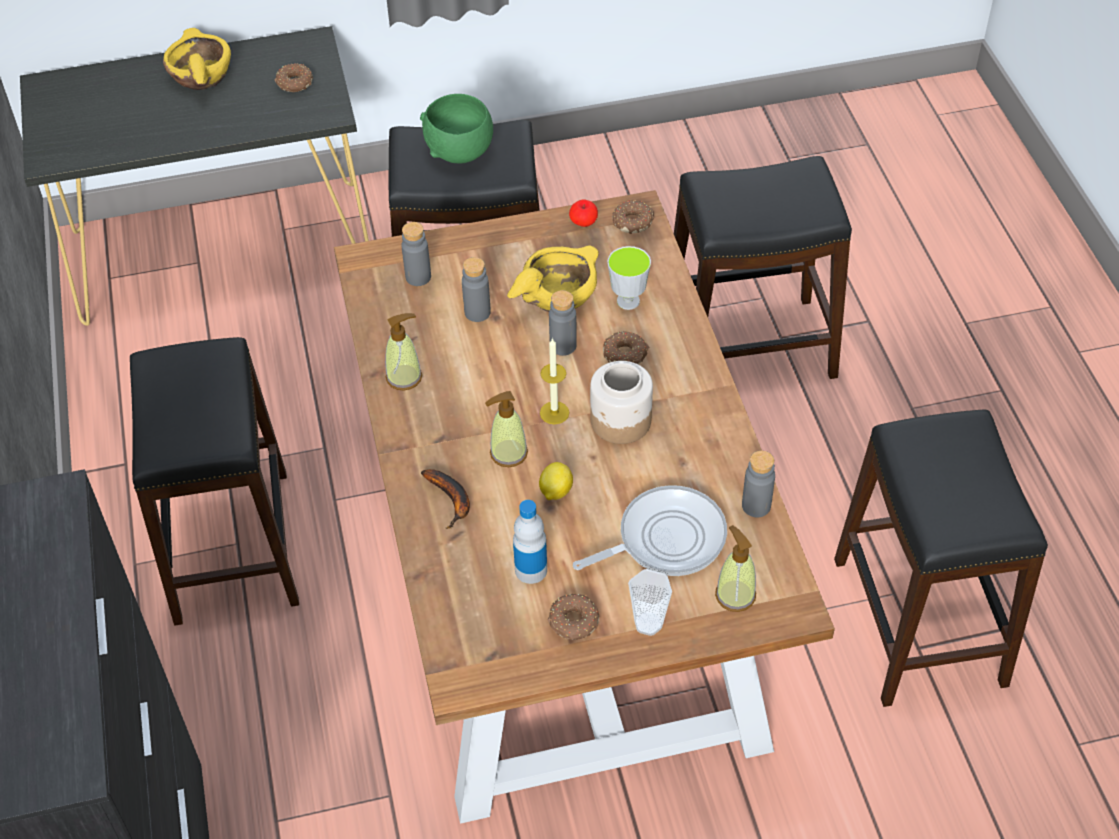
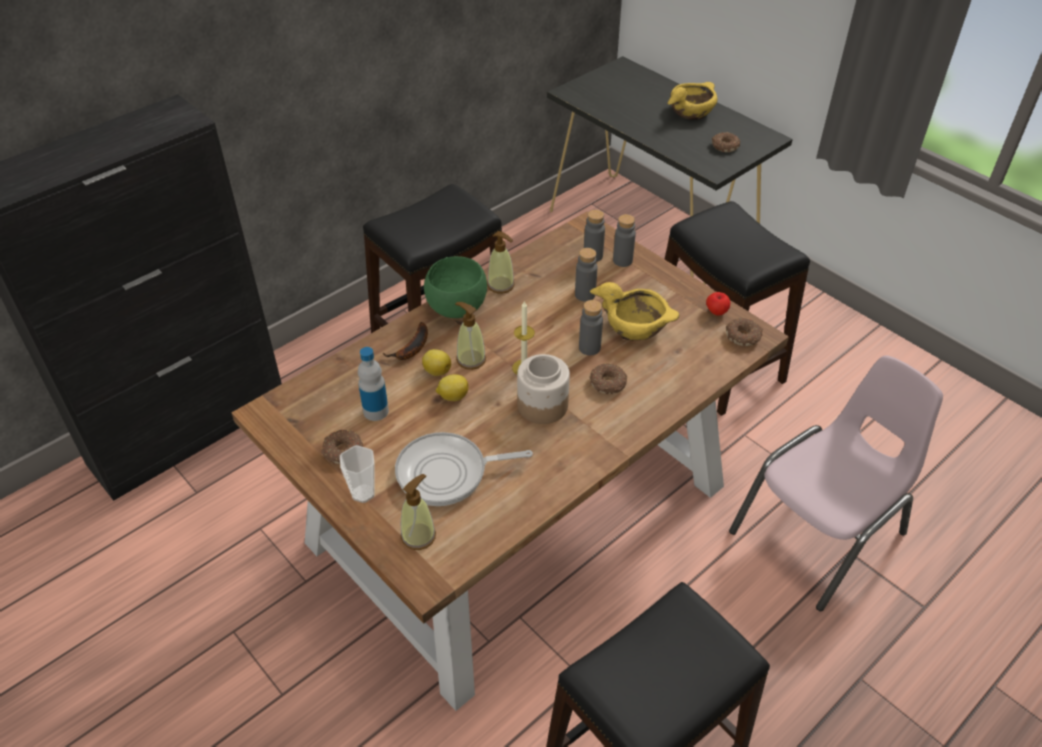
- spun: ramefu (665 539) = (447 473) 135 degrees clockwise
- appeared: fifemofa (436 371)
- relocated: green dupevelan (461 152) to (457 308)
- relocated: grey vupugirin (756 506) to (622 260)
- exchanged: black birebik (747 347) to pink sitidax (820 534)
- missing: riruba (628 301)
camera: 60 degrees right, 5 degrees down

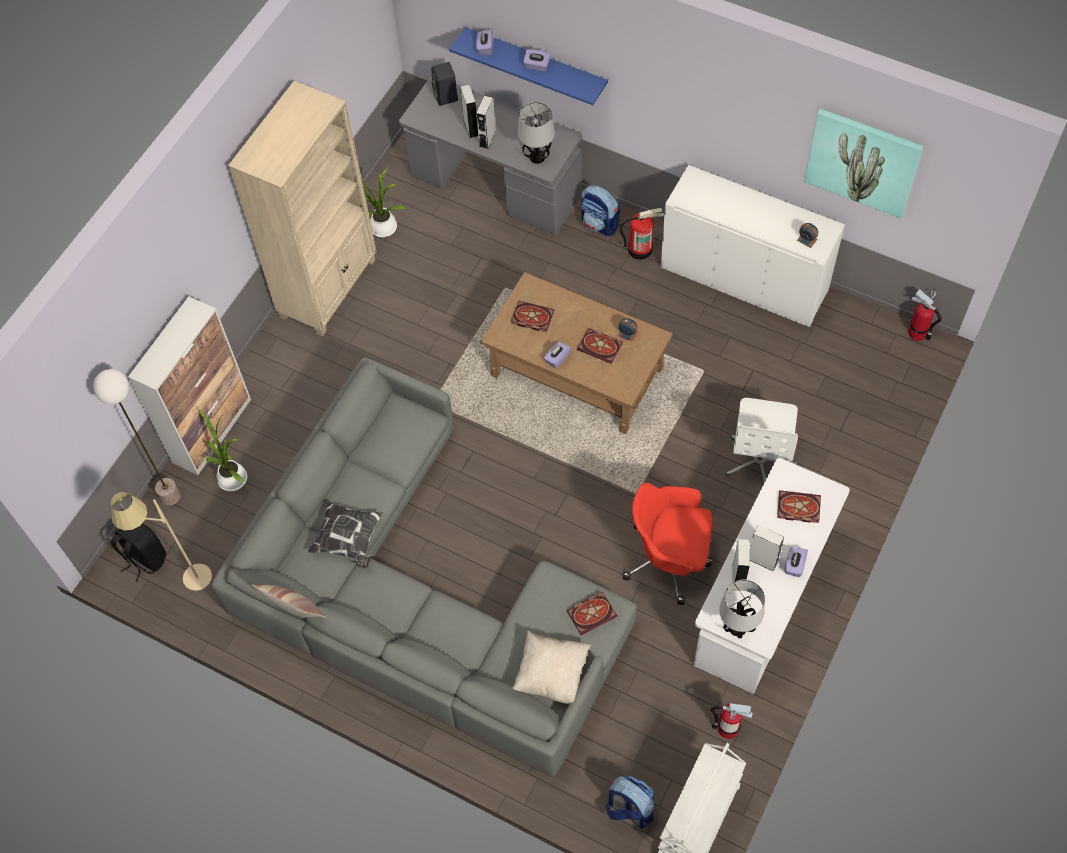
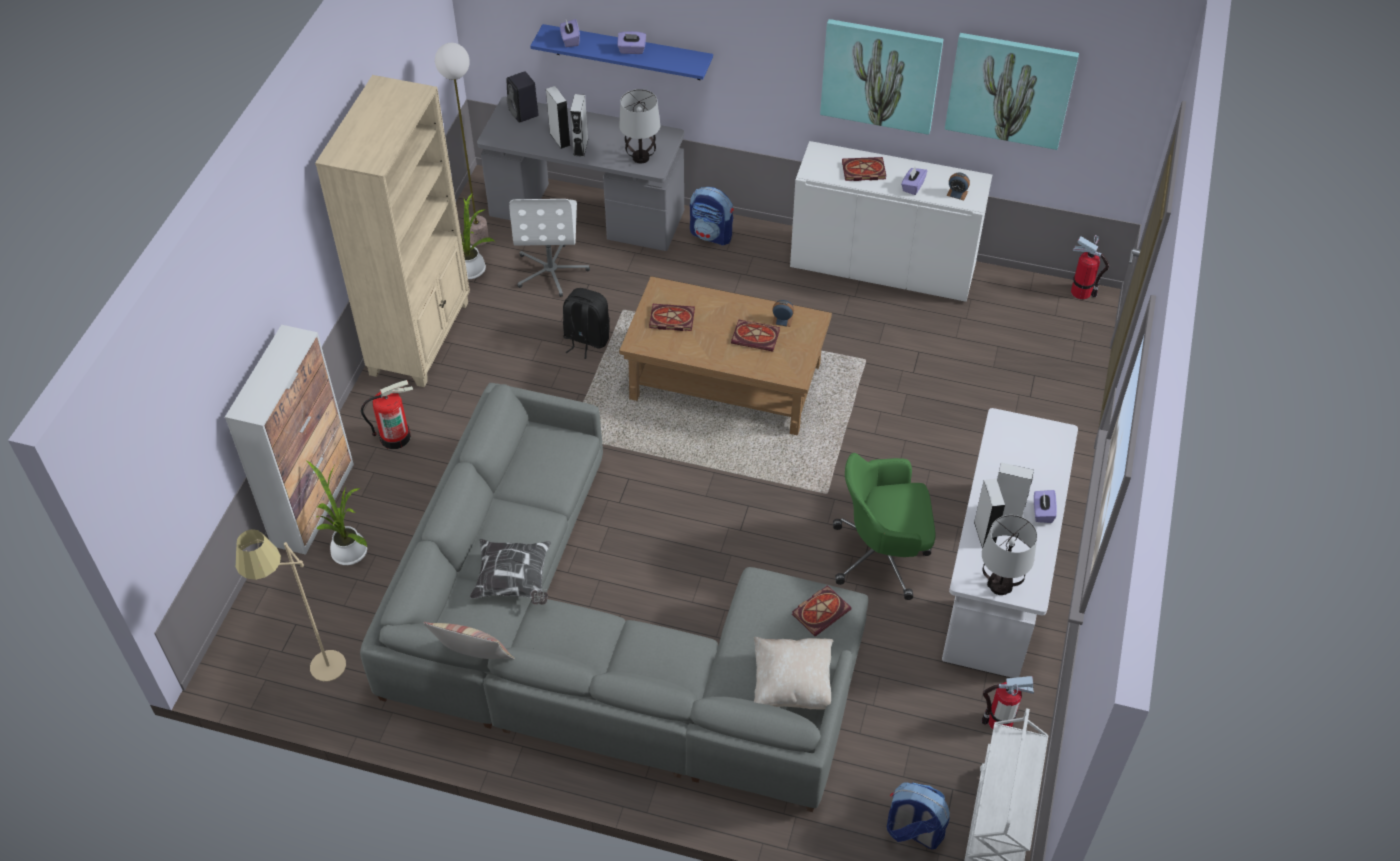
- relocated: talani (640 249) to (395 436)
- relocated: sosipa (170 496) to (478 238)
- relocated: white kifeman (760 460) to (551 270)
- relocated: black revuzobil (144 558) to (586 339)
- appeared: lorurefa (880 75)
- colour: red kifeman (669 559) to green kifeman (882 555)
- relocated: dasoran (797 508) to (862 171)
- relocated: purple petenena (557 359) to (912 186)
camera: 15 degrees left, 10 degrees down

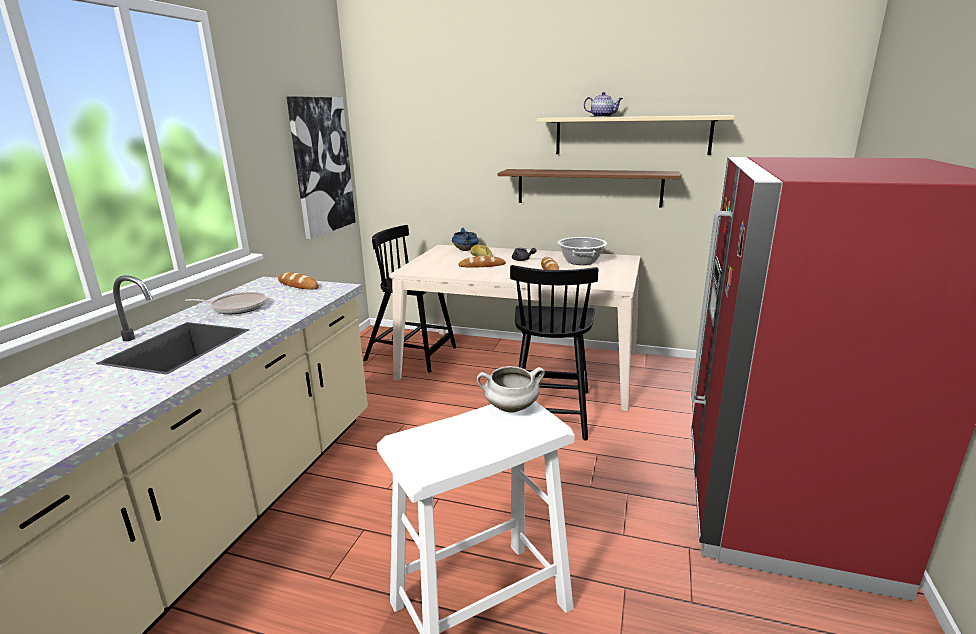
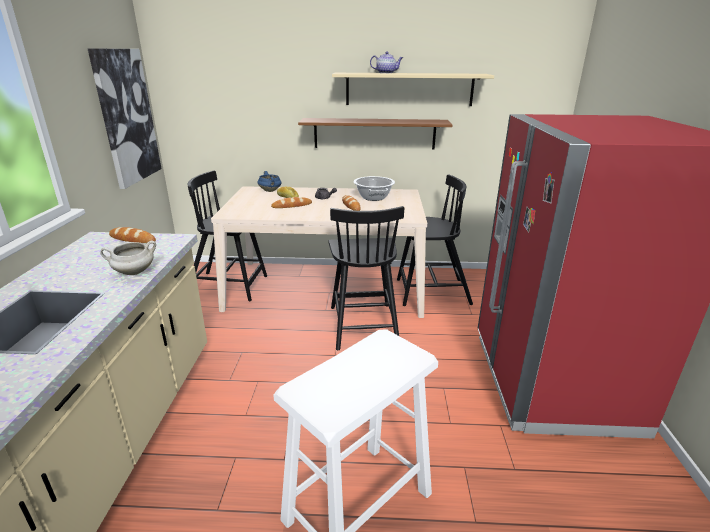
- relocated: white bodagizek (510 408) to (134 272)
- appeared: black sitidax (431 292)
- missing: ramefu (236 307)
camera: 15 degrees left, 5 degrees up

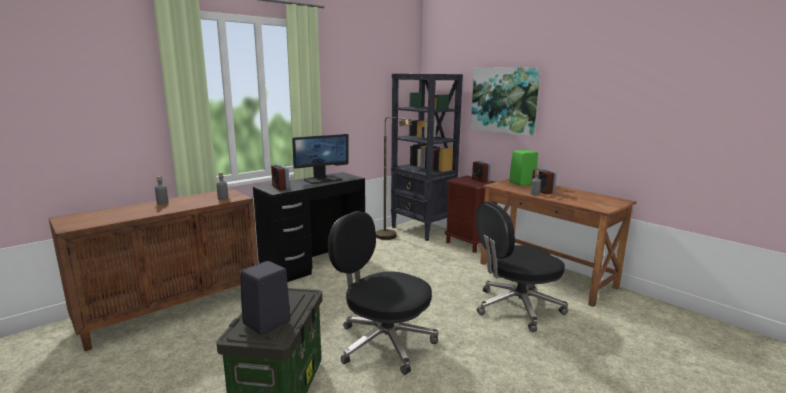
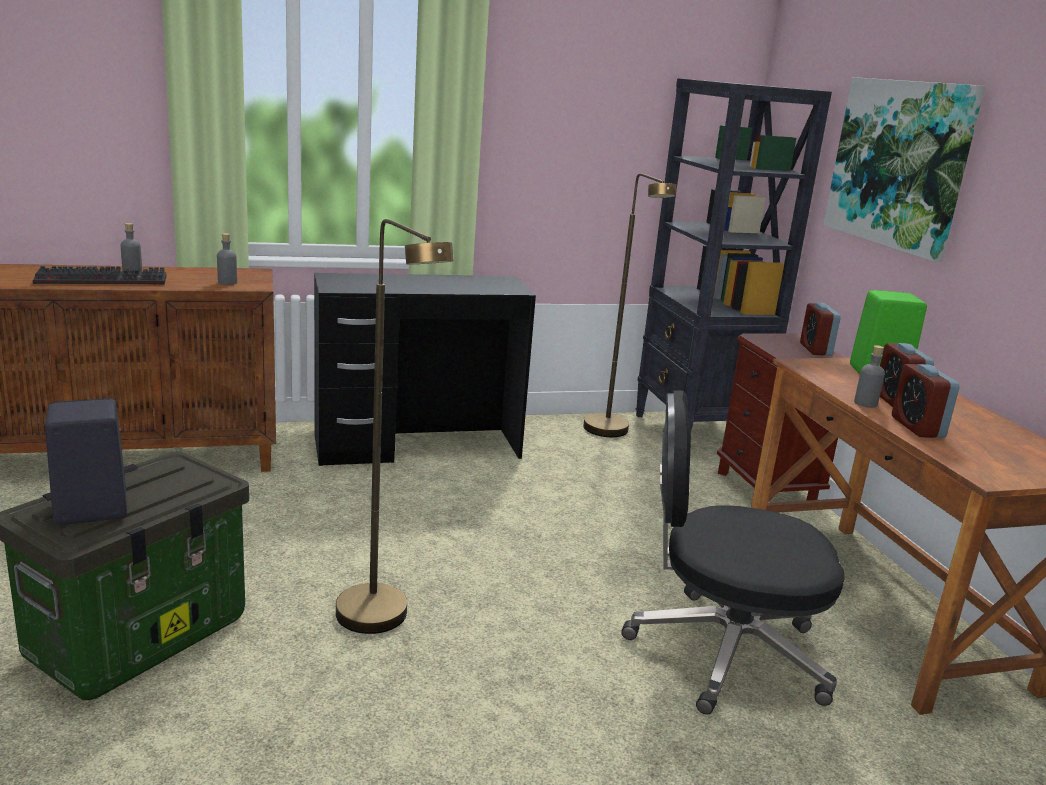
- appeared: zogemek (104 279)
- exchanged: black kifeman (383 342) to brown sosipa (382 623)
- relocated: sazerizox (281 187) to (917 427)
- missing: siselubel (322 179)
camera: 25 degrees right, 5 degrees up

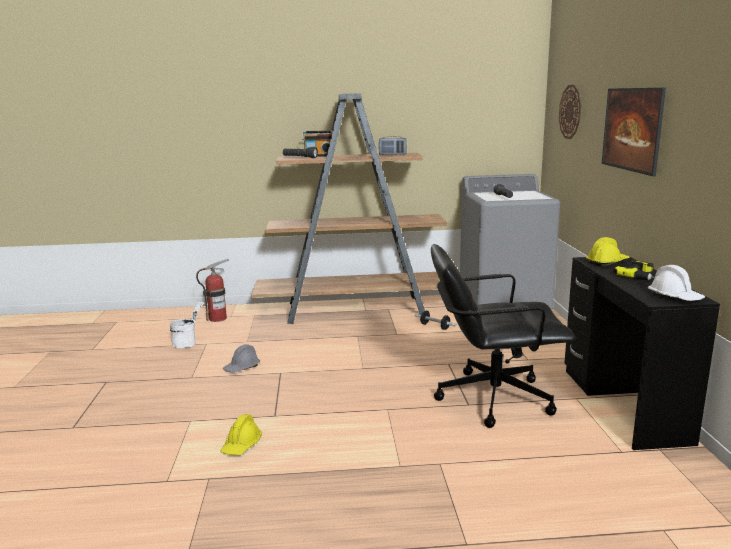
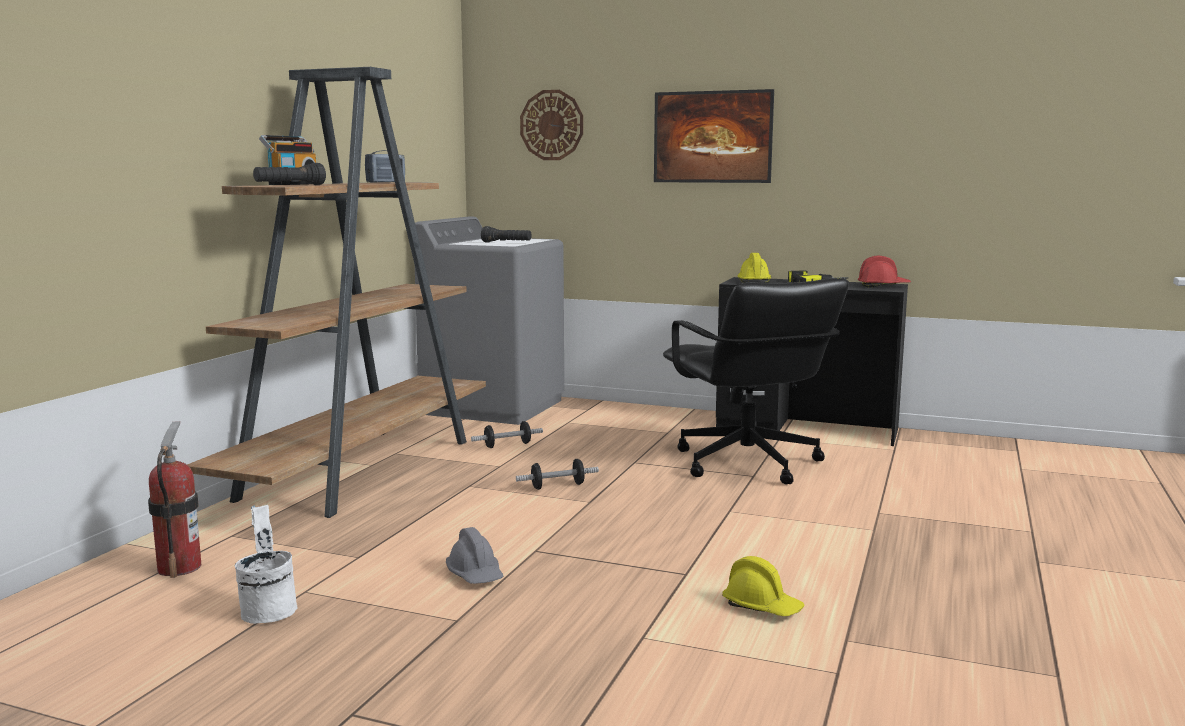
- appeared: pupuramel (557 486)
- spun: black kifeman (492 397) = (746 464) 45 degrees counterclockwise
- colour: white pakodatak (675 297) to red pakodatak (883 286)
camera: 65 degrees left, 5 degrees down

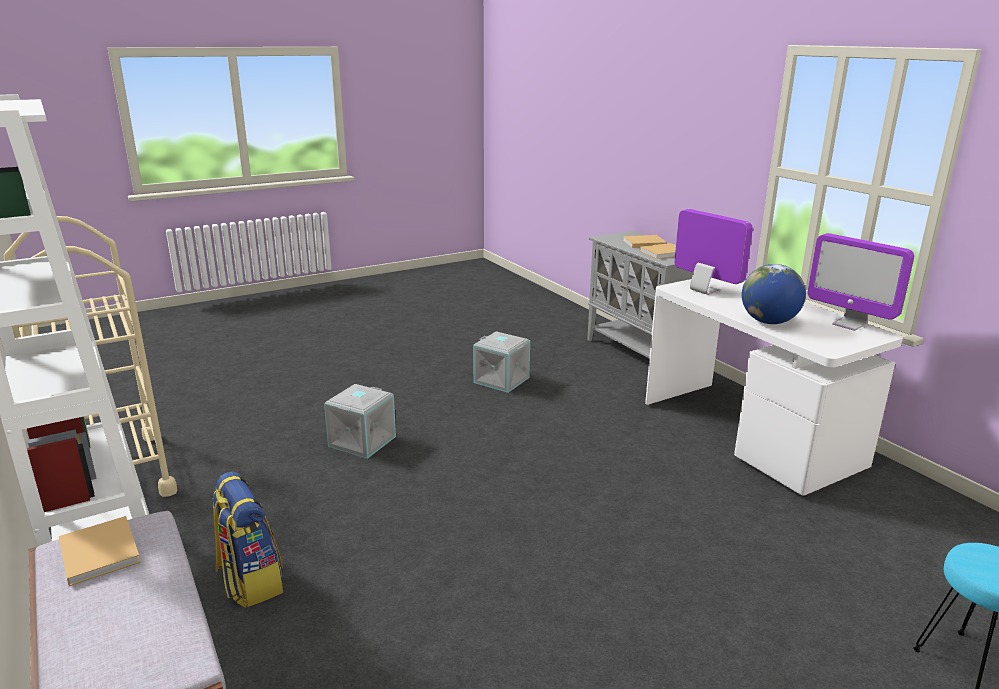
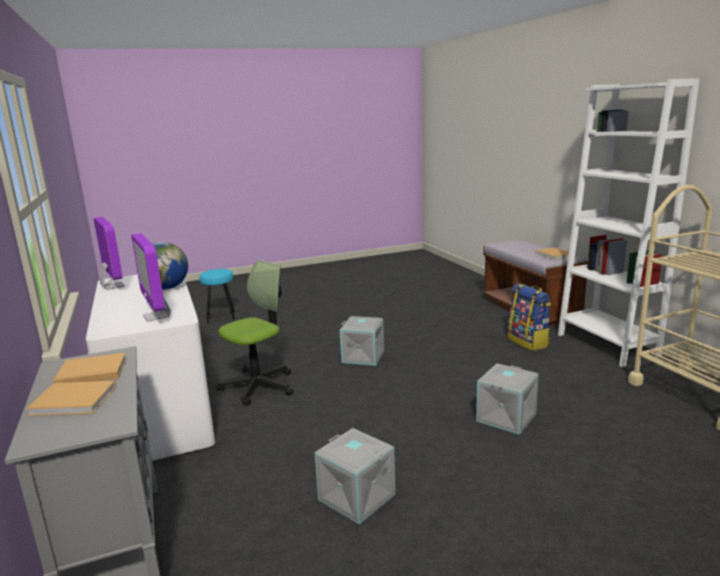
- appeared: kifeman (258 386)
- appeared: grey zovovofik (363 356)
camera: 170 degrees left, 5 degrees down

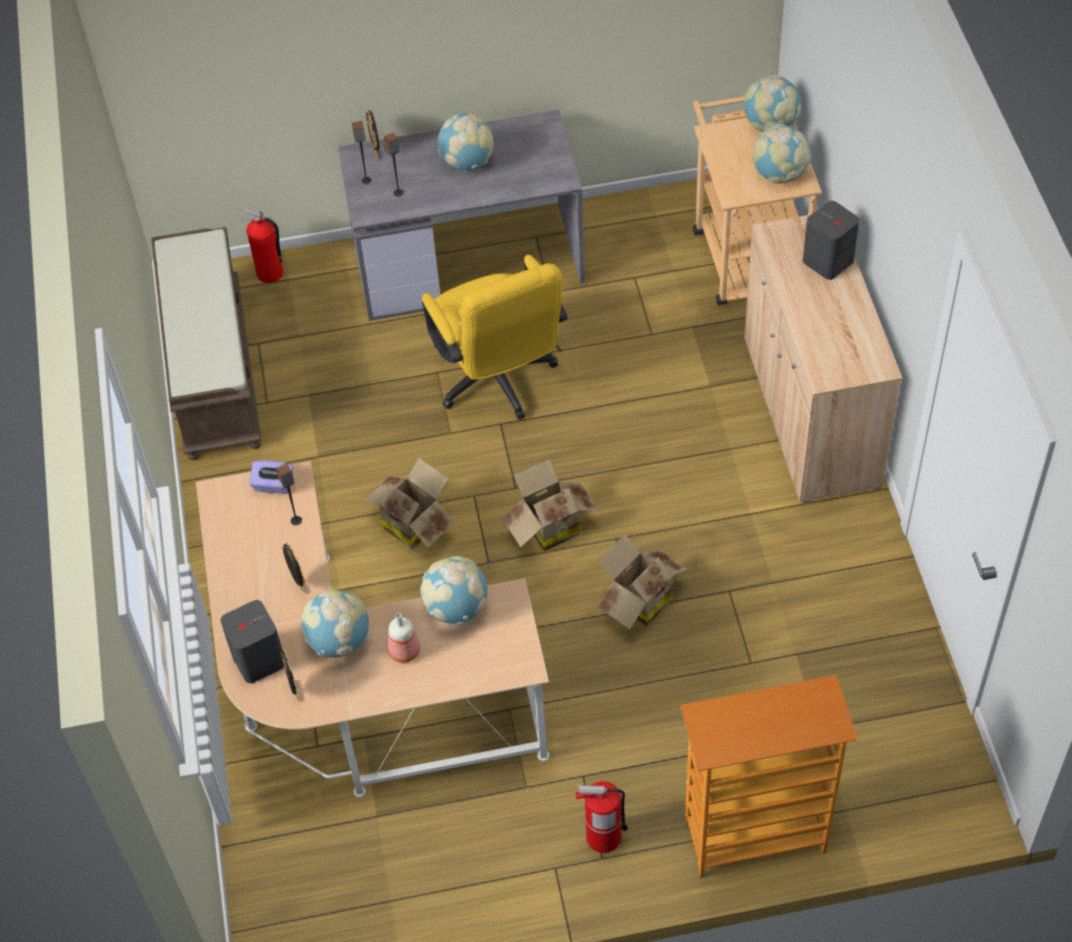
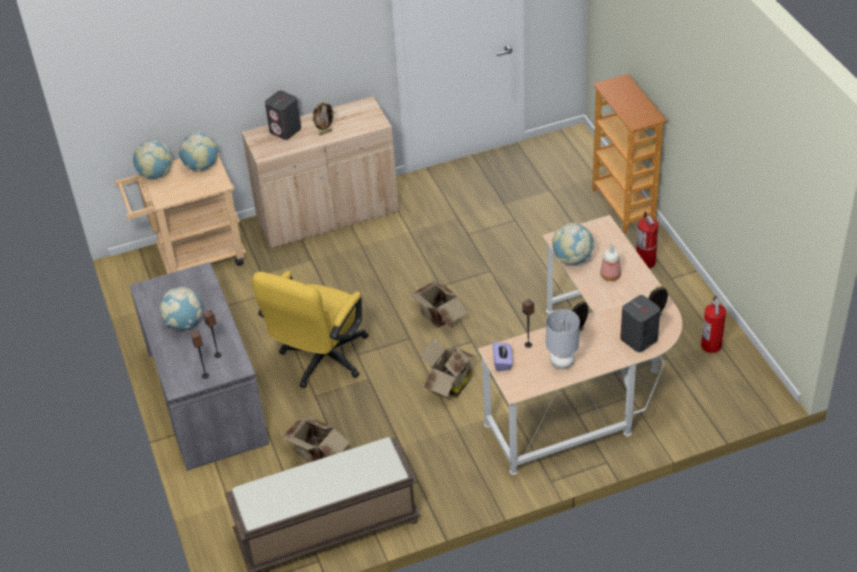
- spun: yellow kifeman (498 382) = (320 362) 150 degrees clockwise
- relocated: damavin (638 601) to (316 455)
- relocated: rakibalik (375 152) to (325 132)
- appeared: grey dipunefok (561 363)
- relocated: talani (270 274) to (711 345)
- missing: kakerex (339 641)
camera: 100 degrees left, 10 degrees down

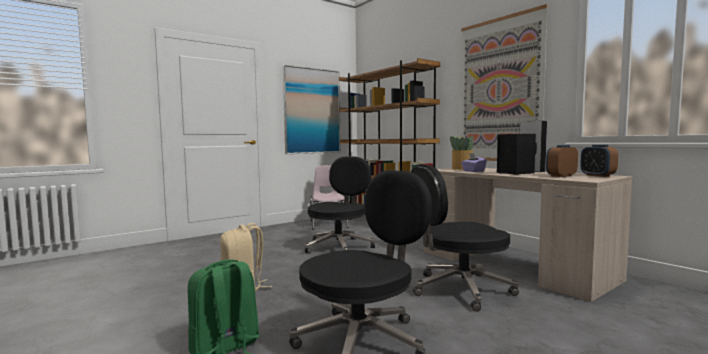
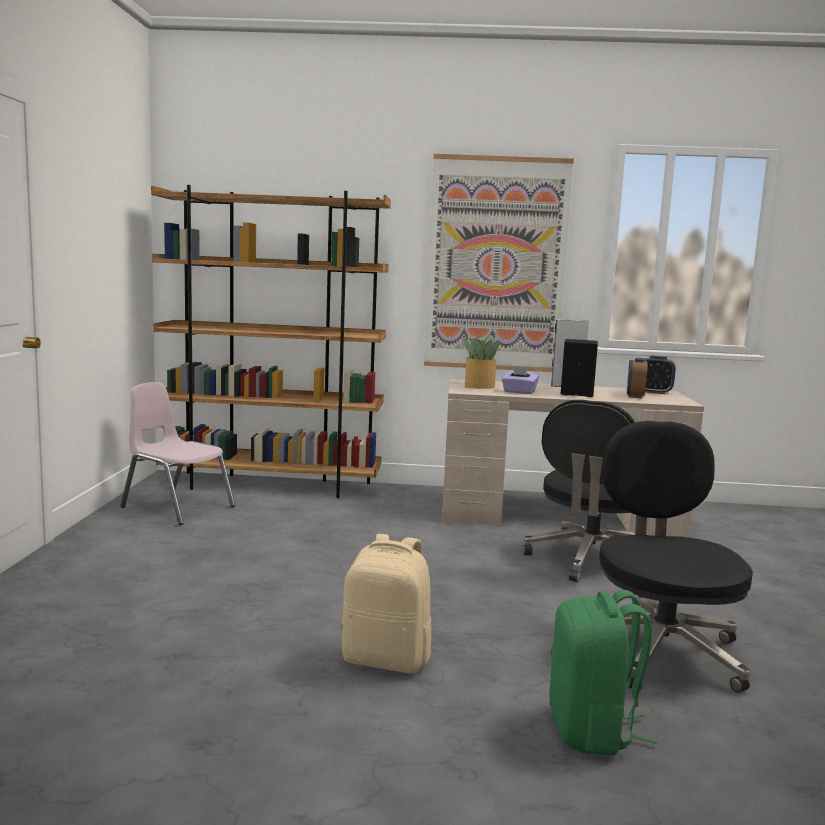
- missing: lorurefa (312 111)
- missing: black kifeman (339 247)
camera: 50 degrees left, 5 degrees up

